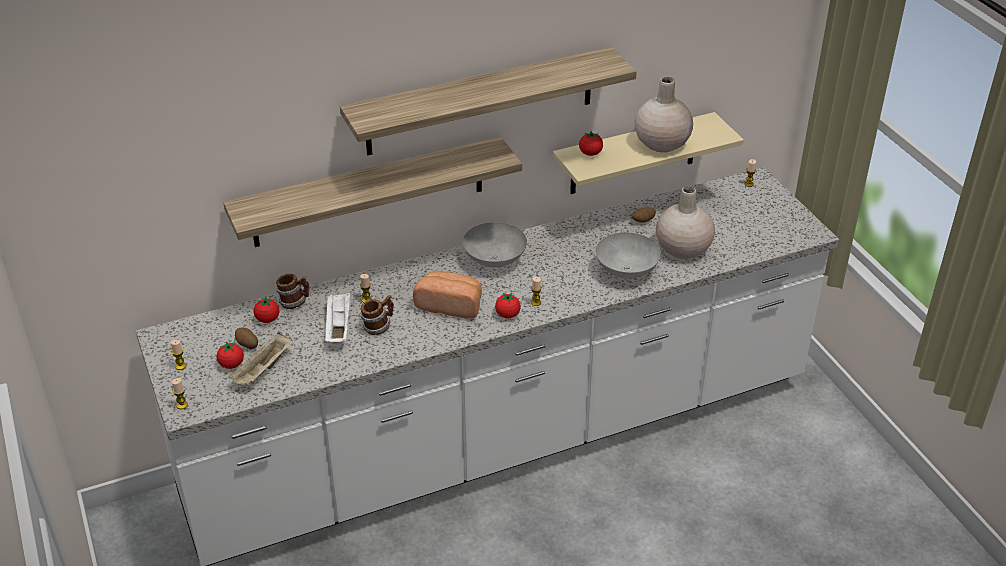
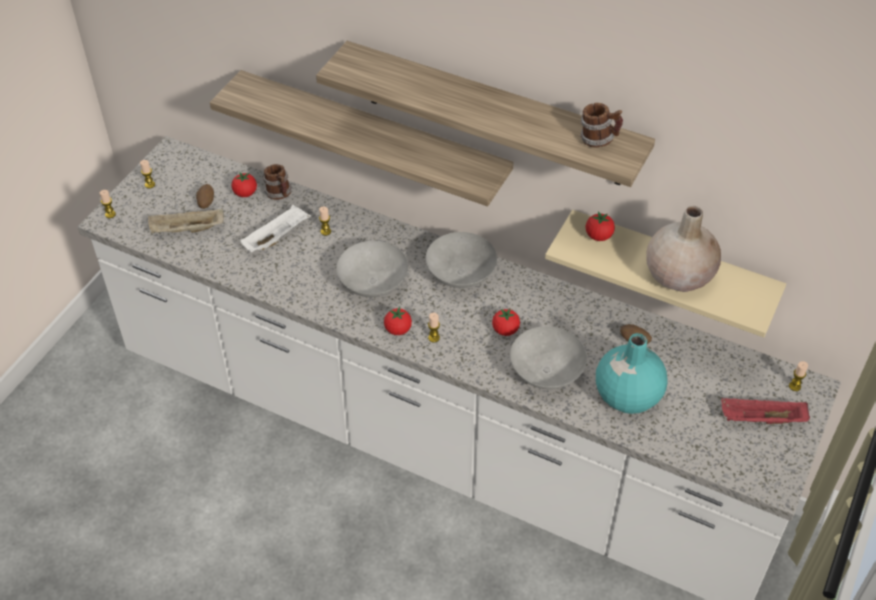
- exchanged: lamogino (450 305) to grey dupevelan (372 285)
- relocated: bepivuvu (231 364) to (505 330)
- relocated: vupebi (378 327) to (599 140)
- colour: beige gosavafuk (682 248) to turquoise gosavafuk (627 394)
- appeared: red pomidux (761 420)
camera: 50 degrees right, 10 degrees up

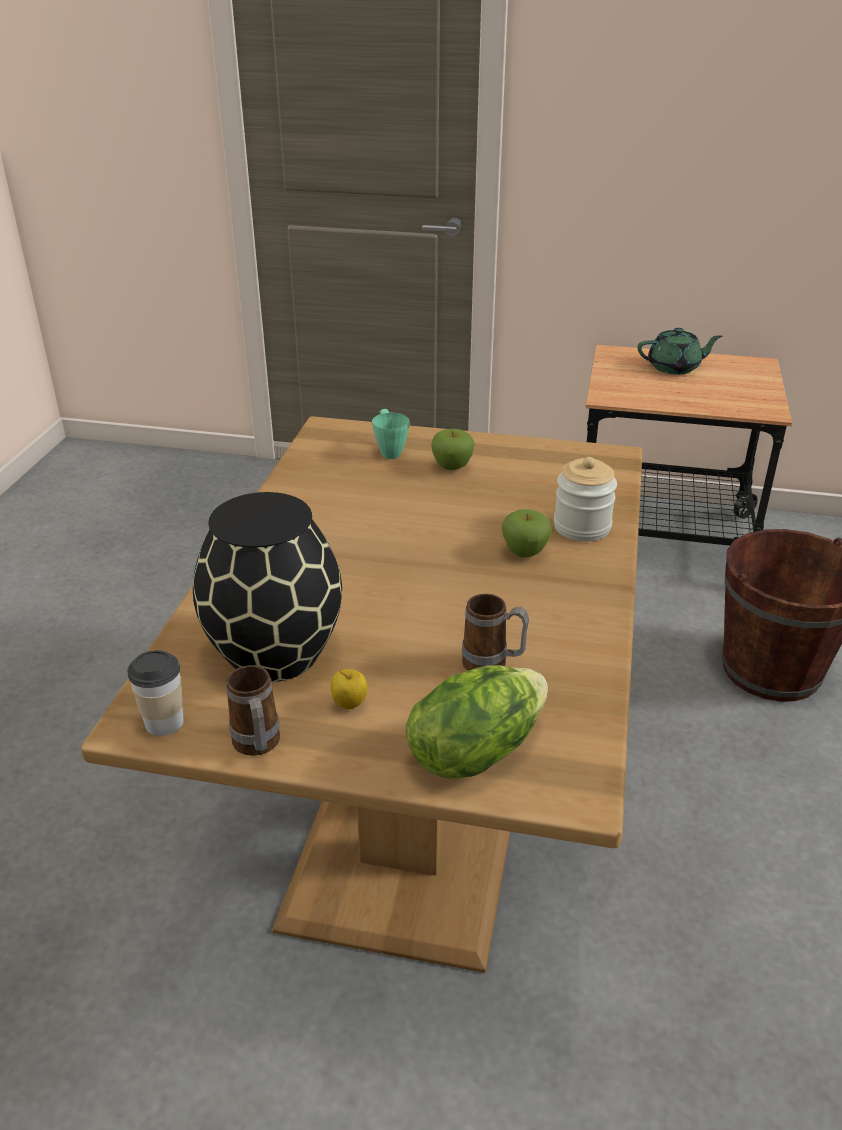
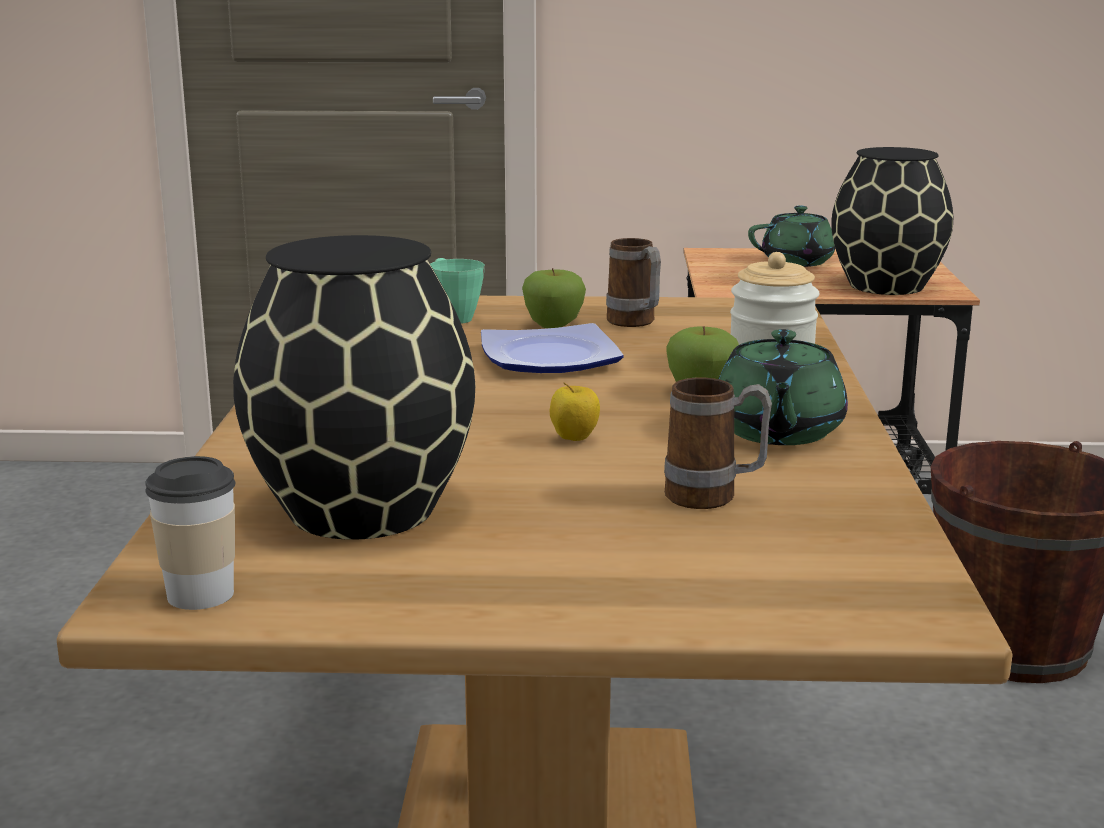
- appeared: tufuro (553 359)
- relocated: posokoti (349 705) to (574 440)
- relocated: vupebi (257 747) to (635 323)
- appeared: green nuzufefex (777 432)
- appeared: black gosavafuk (885 286)
- missing: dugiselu (474 750)
camera: 10 degrees left, 15 degrees down

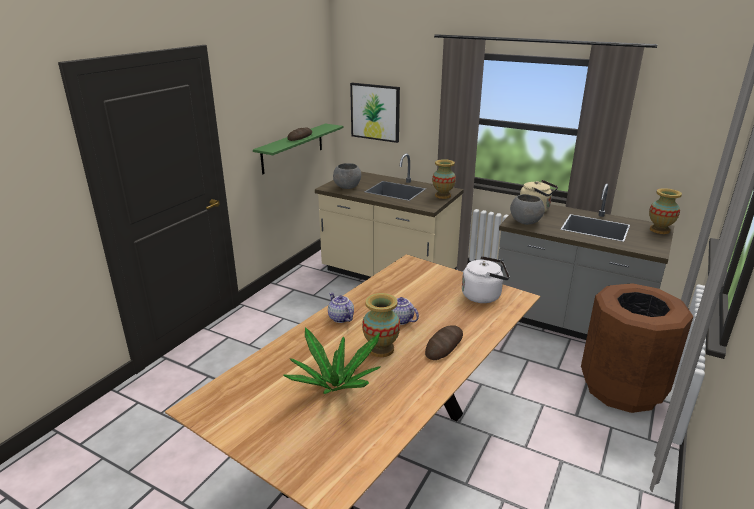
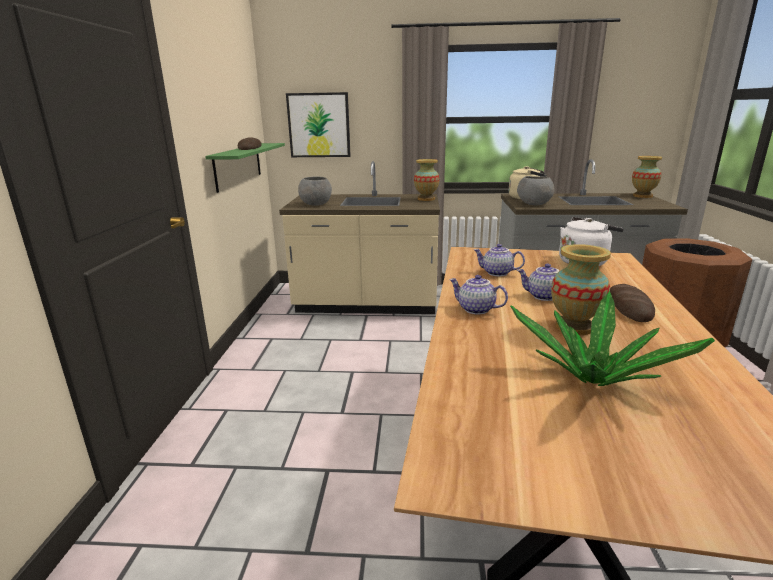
- appeared: nuzufefex (497 273)
camera: 25 degrees left, 5 degrees down

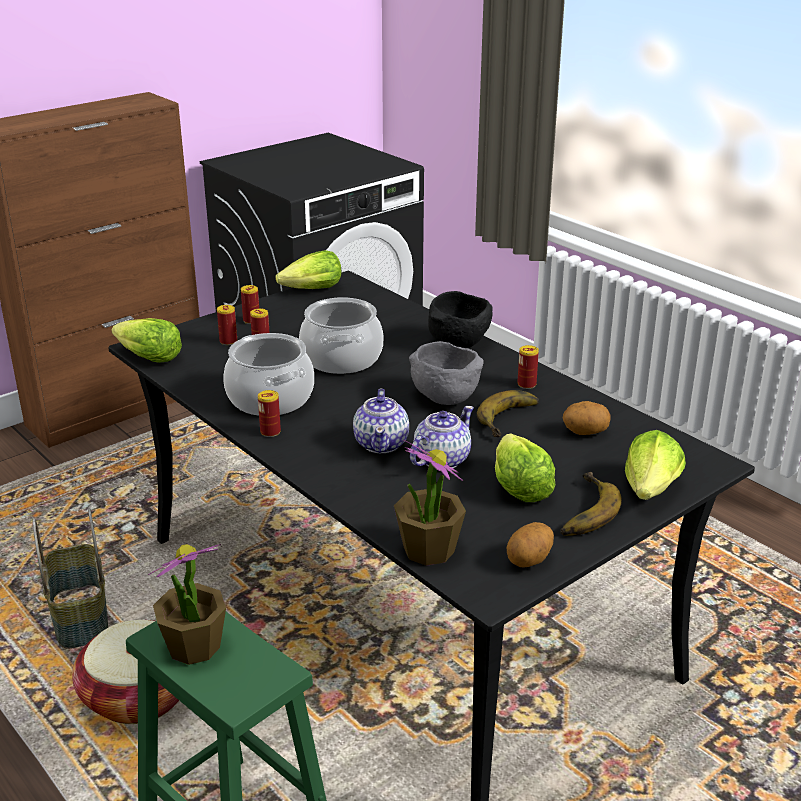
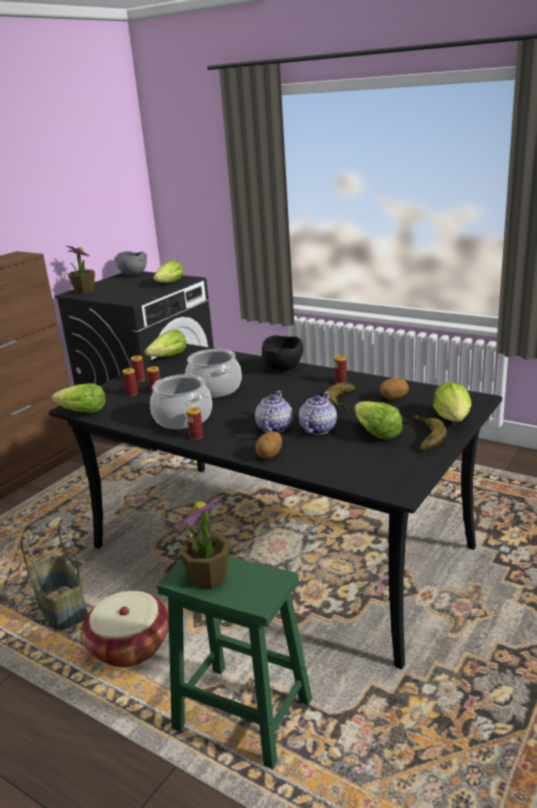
- relocated: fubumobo (428 549) to (84 291)
- relocated: grey dupevelan (443 398) to (132 274)
- appeared: dugiselu (170 283)
- spun: nuzufefex (382 443) = (274 428) 150 degrees counterclockwise
- relocated: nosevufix (529 560) to (270 455)
camera: 15 degrees left, 5 degrees down

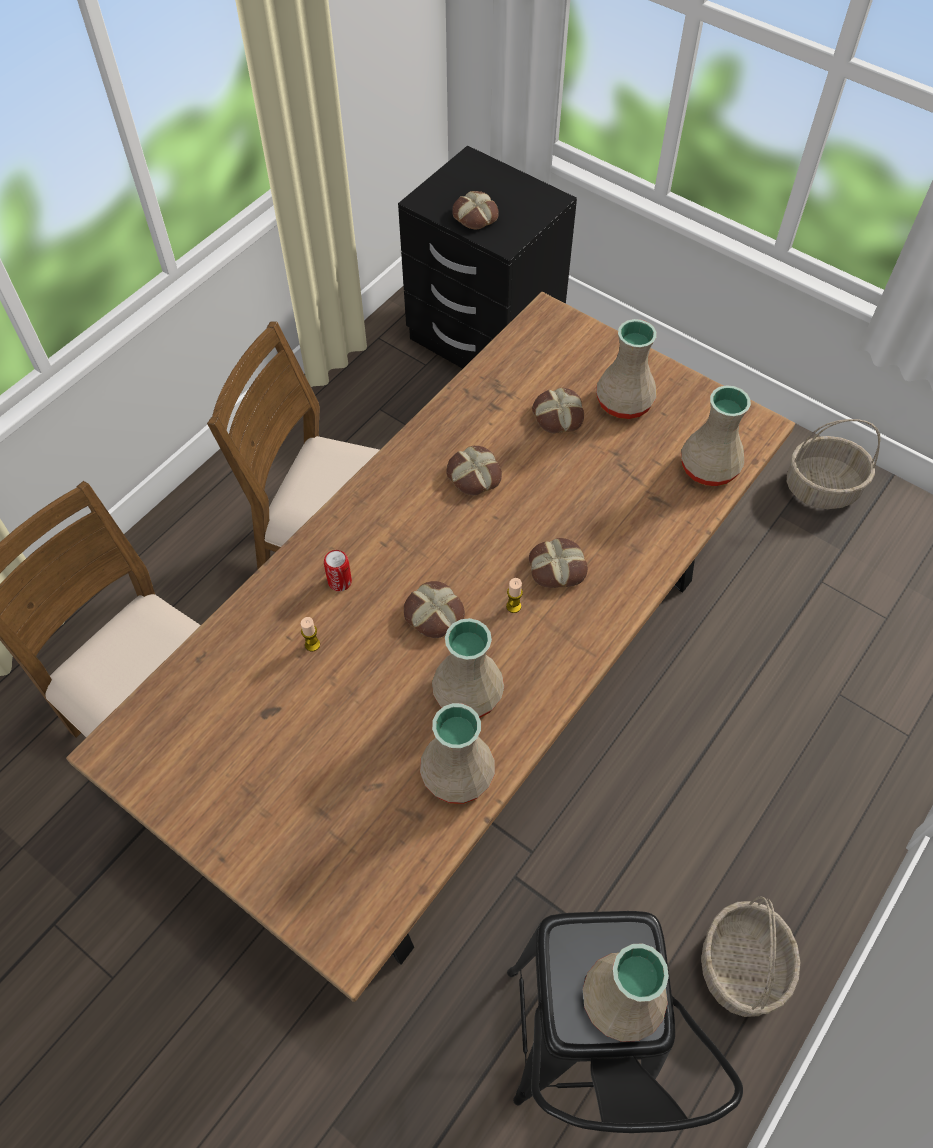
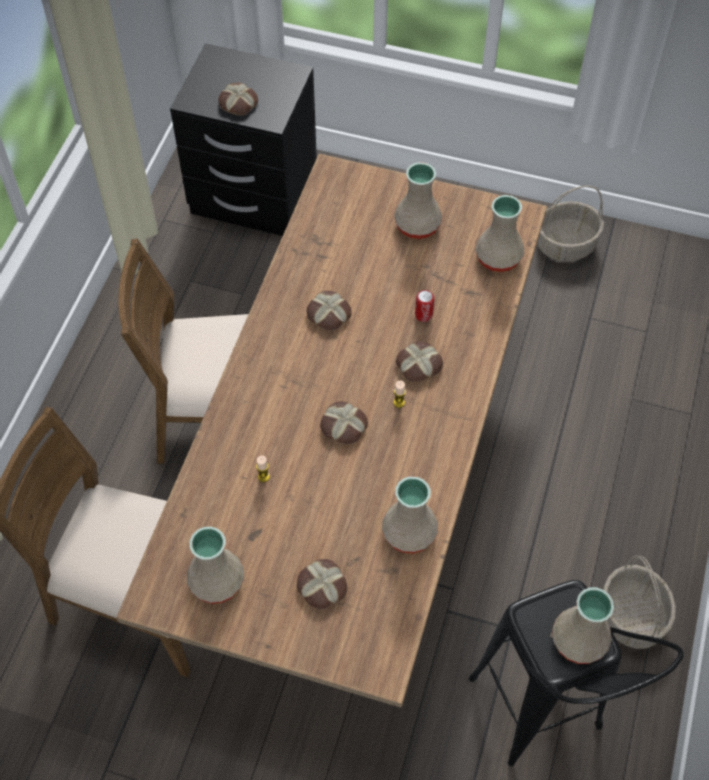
- relocated: beige gosavafuk (469 693) to (218 581)
- relocated: lamogino (557 416) to (321 586)
- relocated: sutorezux (340 582) to (423 315)
camera: 20 degrees left, 0 degrees up

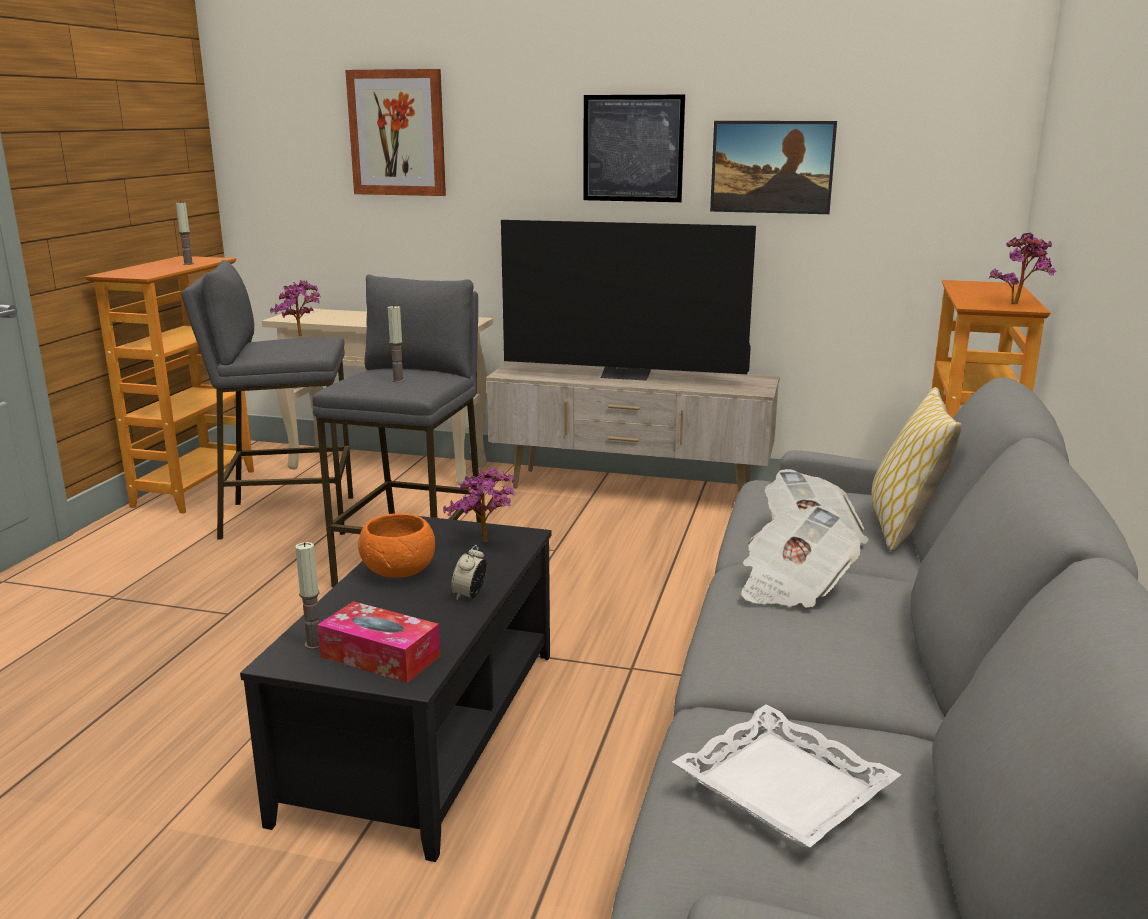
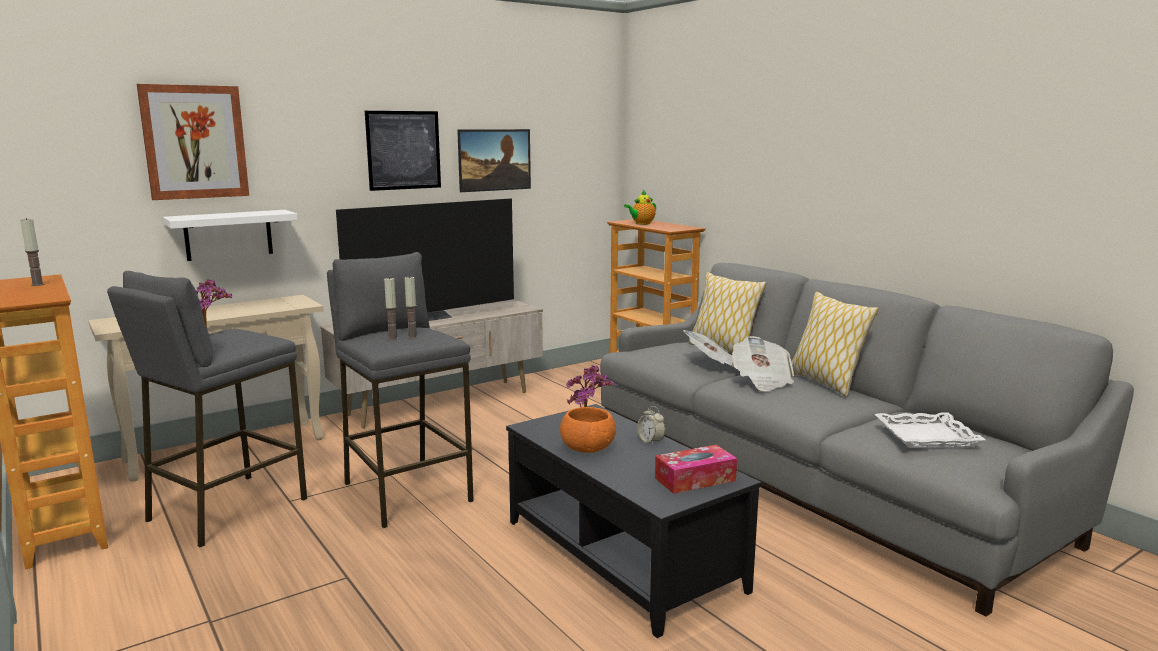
- appeared: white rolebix (228 235)
- relocated: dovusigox (314 644) to (392 338)
- appeared: nuzufefex (641 223)
- appeared: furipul (826 383)
- missing: fubumobo (1019 304)
camera: 50 degrees left, 5 degrees down

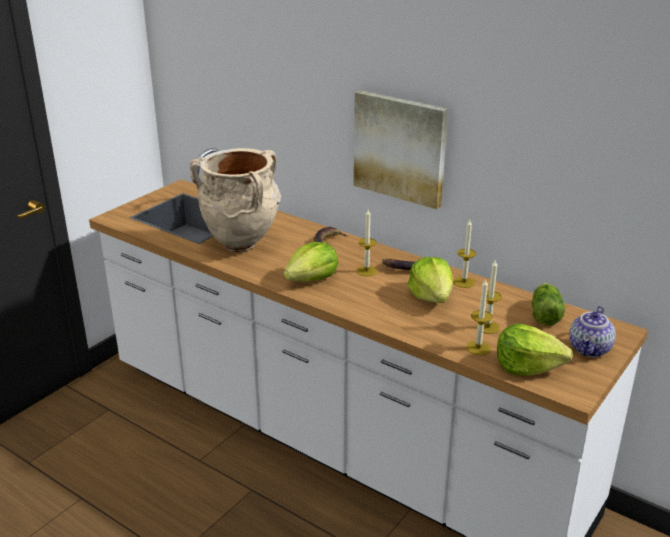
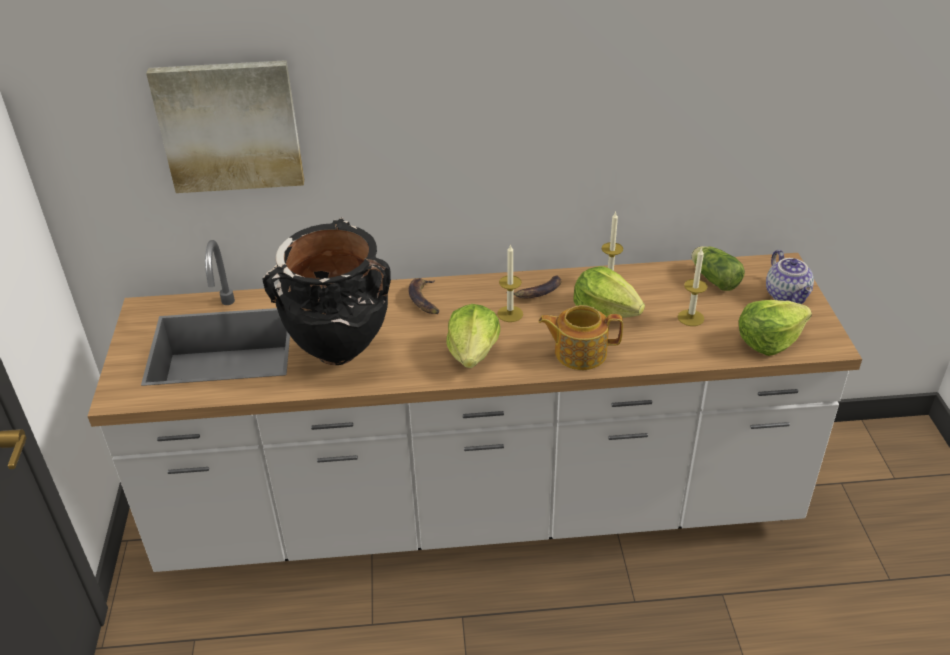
- relocated: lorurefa (400 148) to (230 126)
- colour: beige gosavafuk (242 245) to black gosavafuk (340 350)
- appeared: nuzufefex (579 352)
- missing: dovusigox (478 348)
camera: 40 degrees left, 10 degrees up

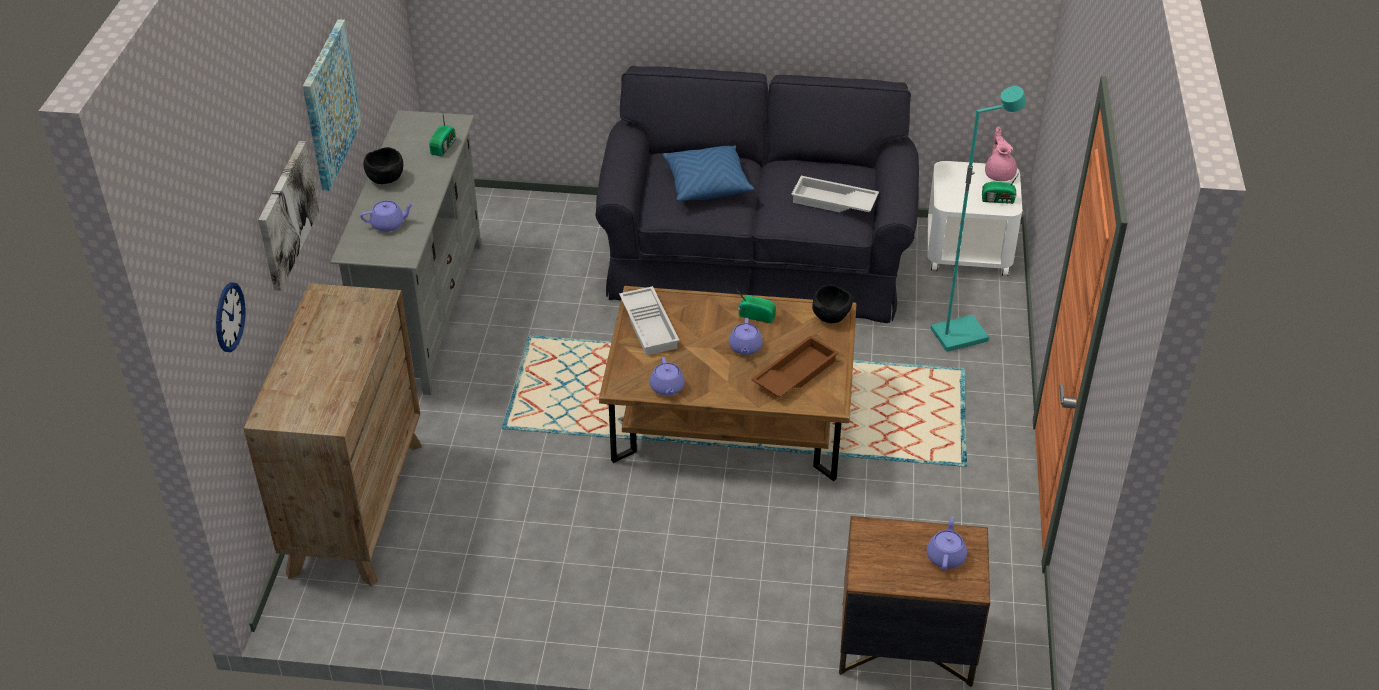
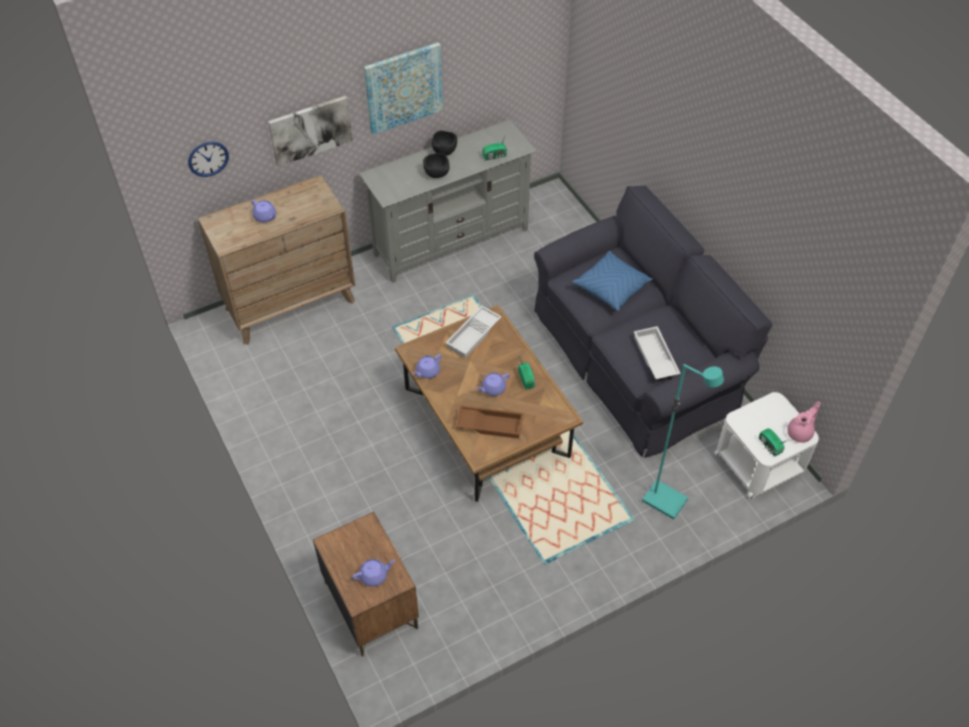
- relocated: purple nuzufefex (389 224) to (265 217)
- relocated: black dupevelan (831 316) to (437 174)
camera: 55 degrees right, 10 degrees up

